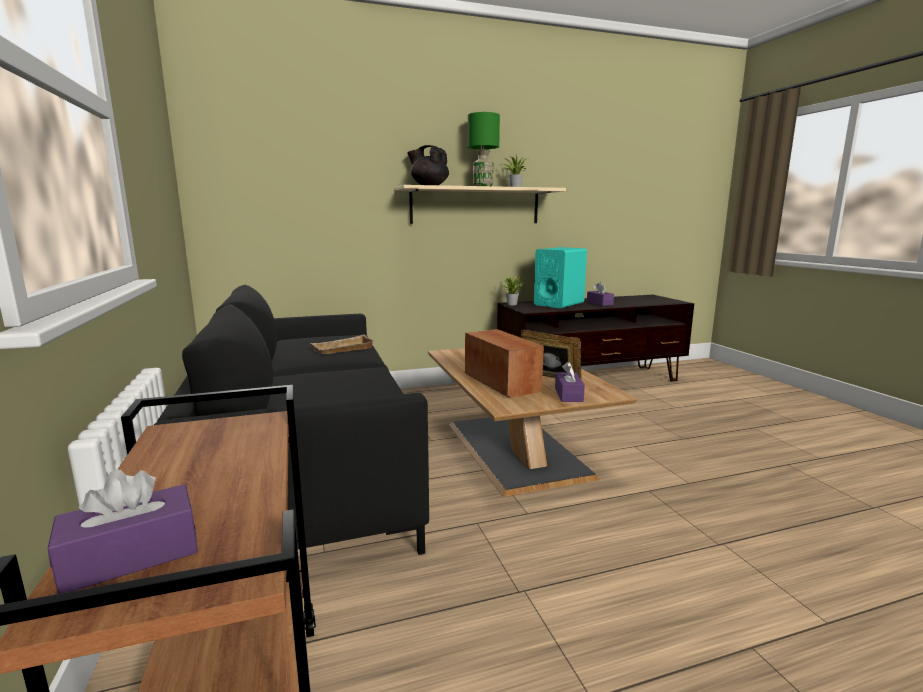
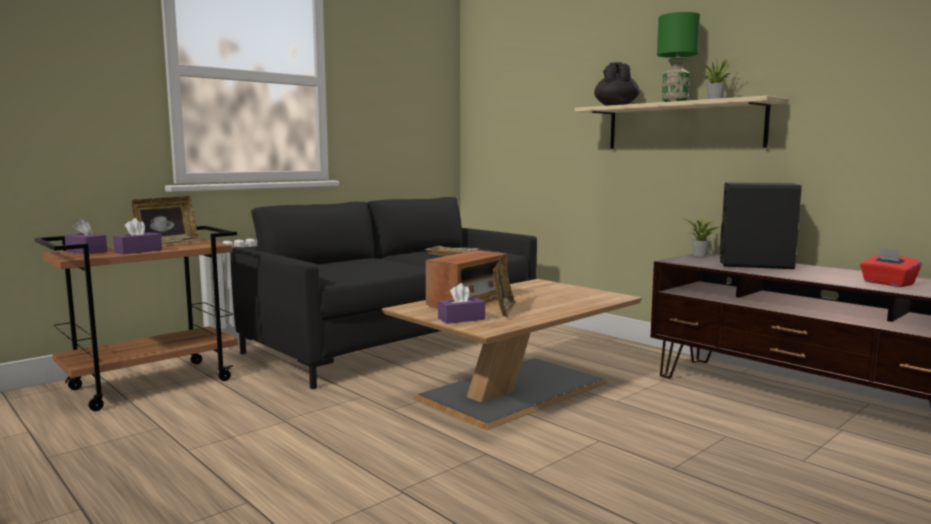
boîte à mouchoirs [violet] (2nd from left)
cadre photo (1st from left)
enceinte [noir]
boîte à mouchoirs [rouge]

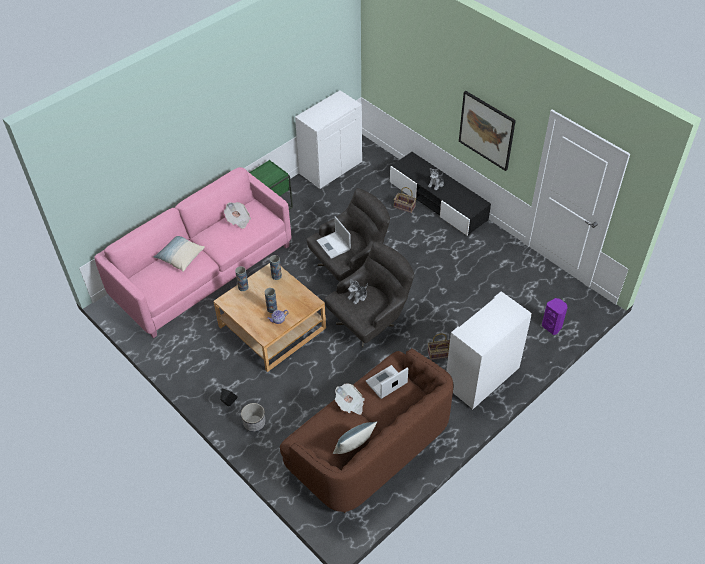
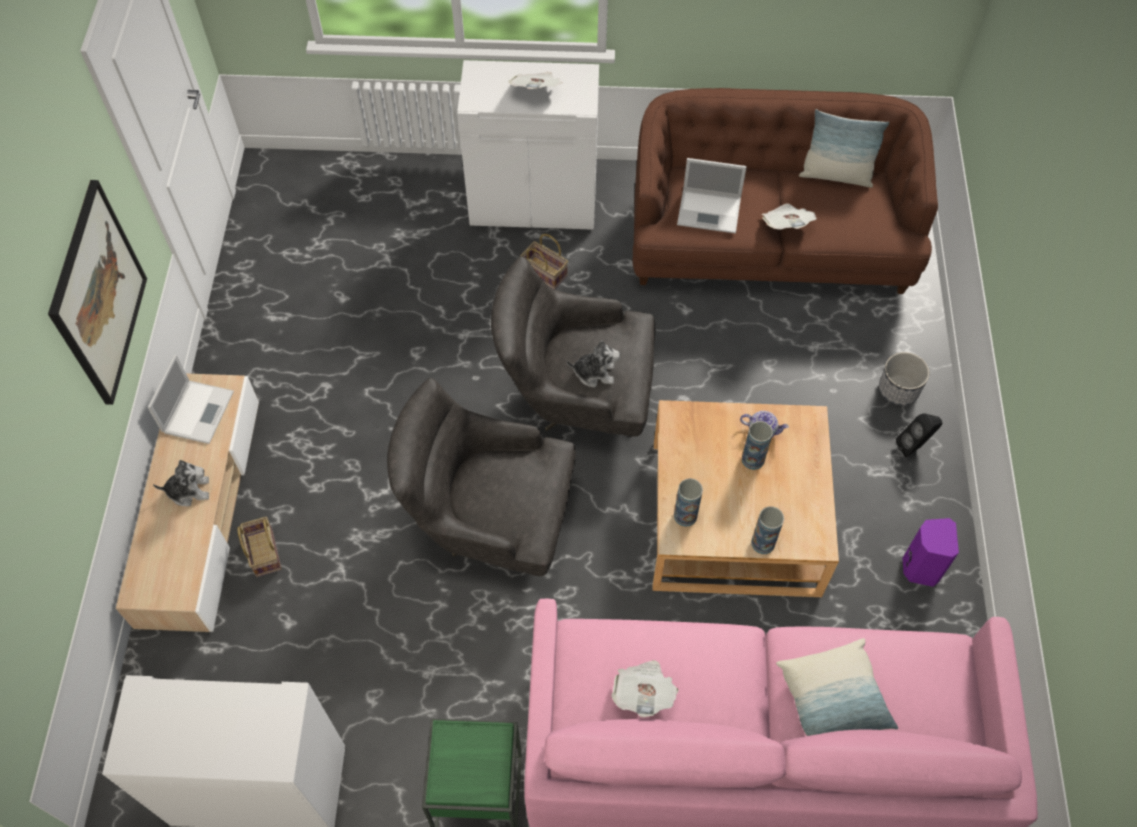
meuble télé [beige]
ordinateur portable (1st from left)
journal (1st from left)
enceinte [violet]

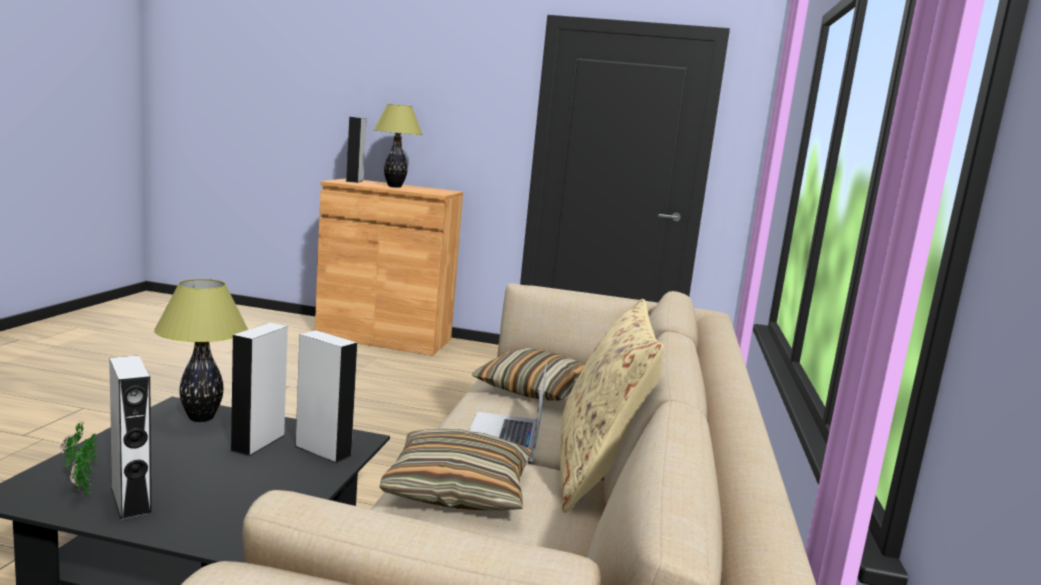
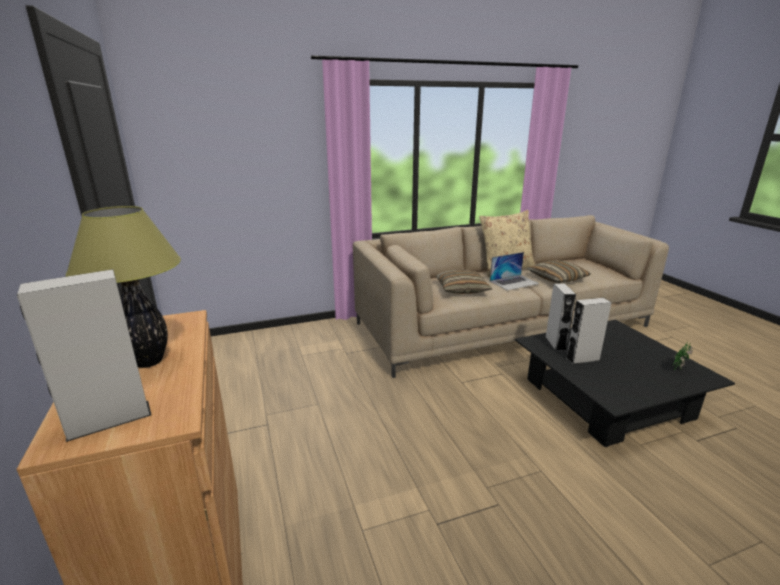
enceinte [gris] (1st from left in the first image)
lampe de table (1st from left in the first image)

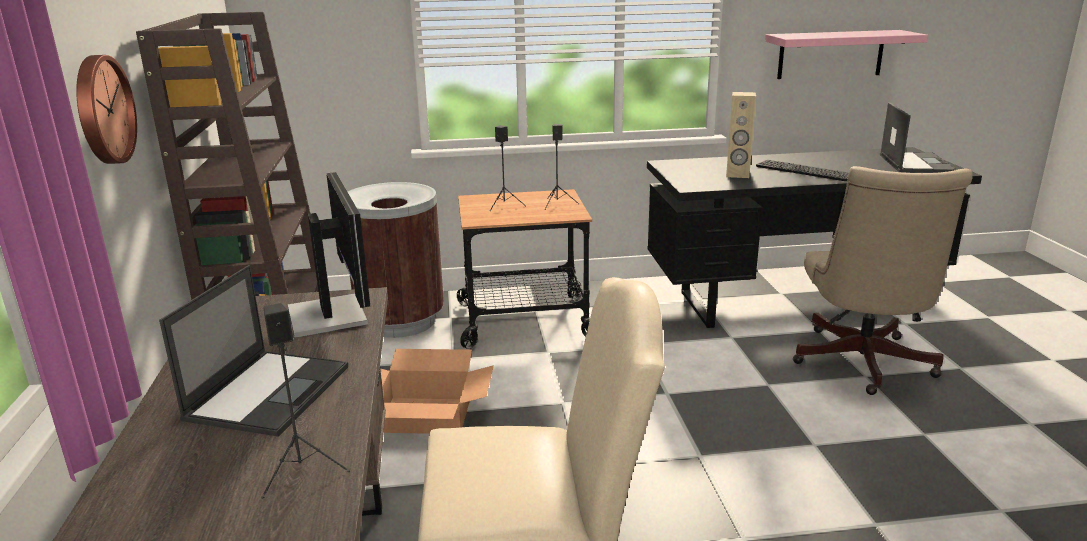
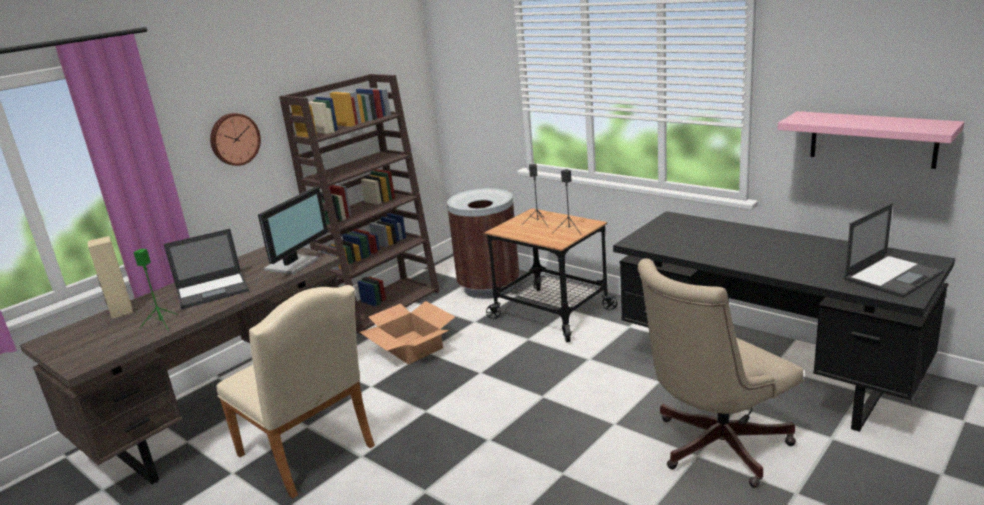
enceinte [beige]
enceinte [vert]
clavier

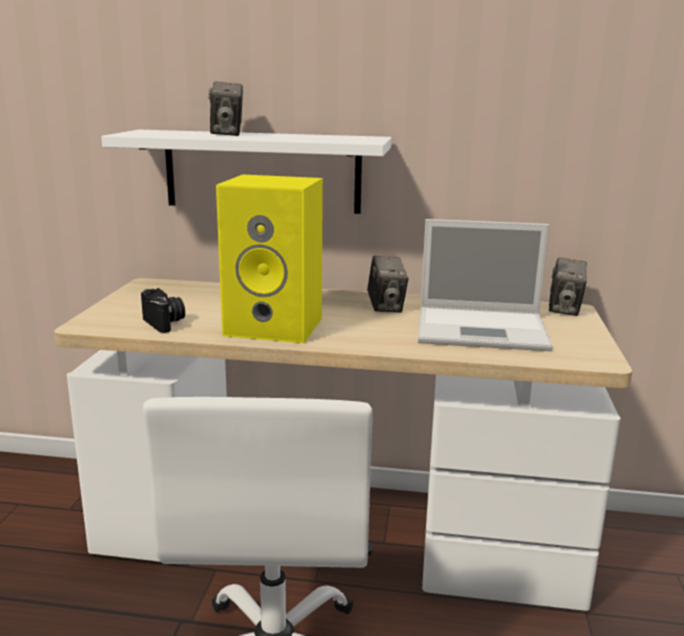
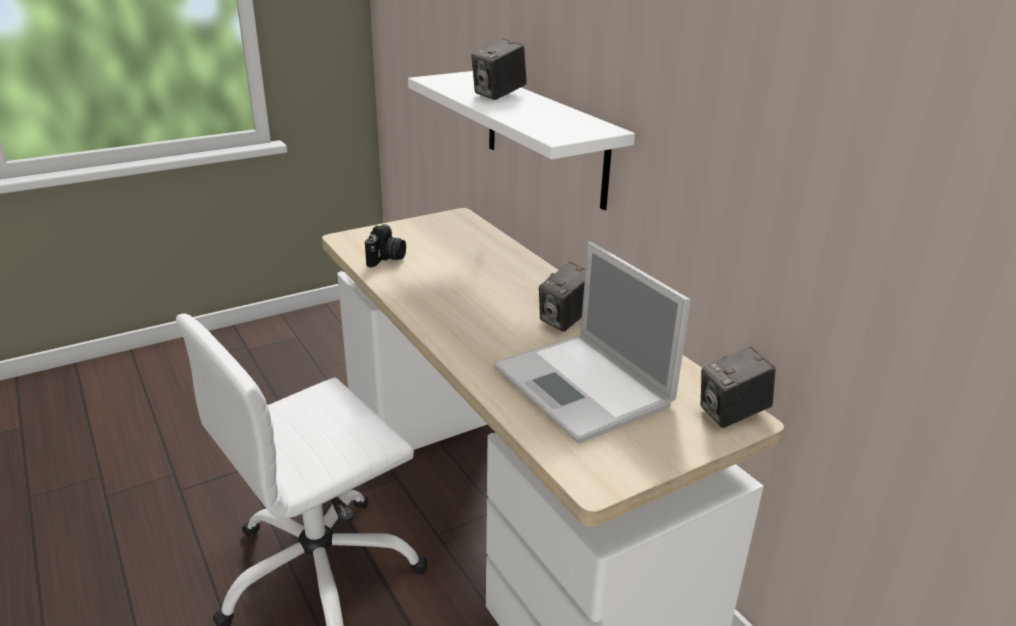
enceinte [jaune]

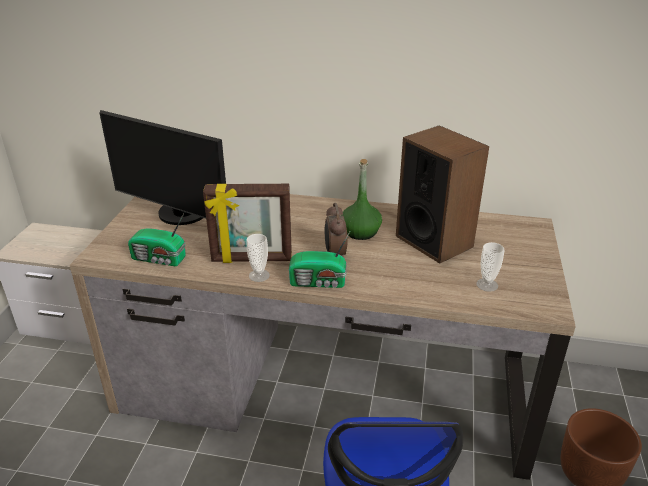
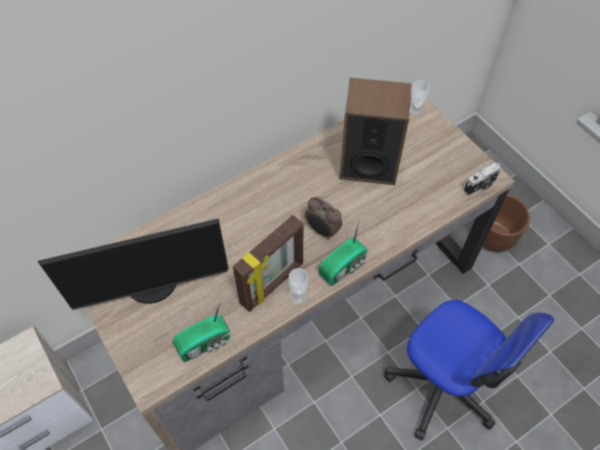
tasse (2nd from left)
appareil photo
bouteille [vert]

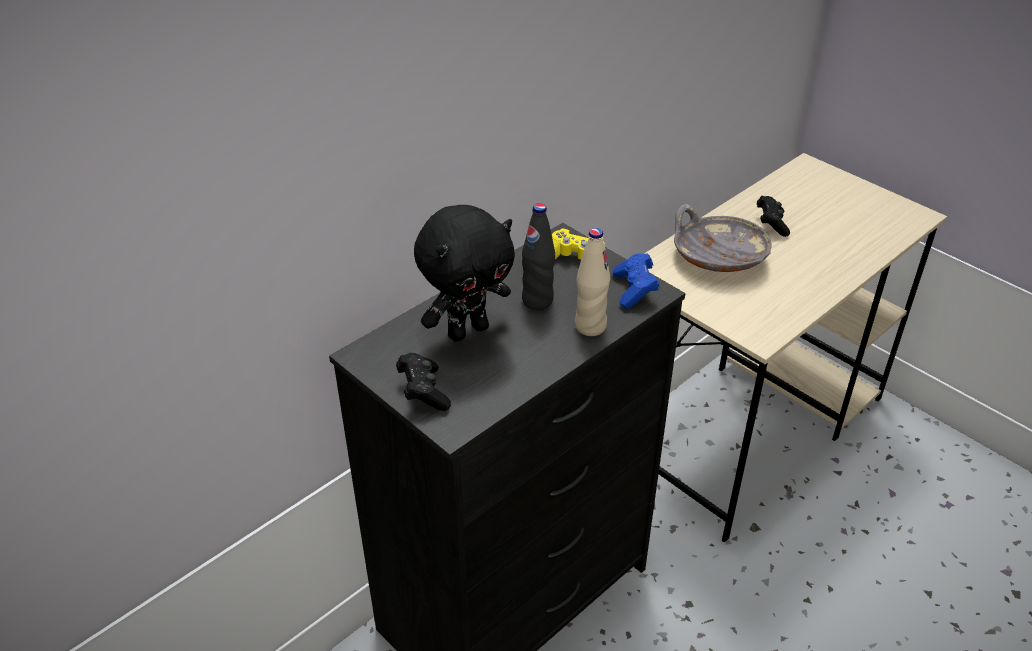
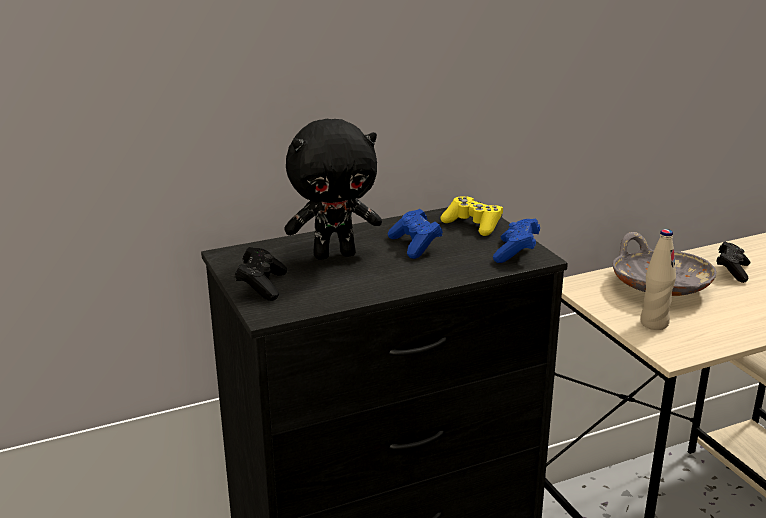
manette [bleu] (1st from left)
bouteille [beige]

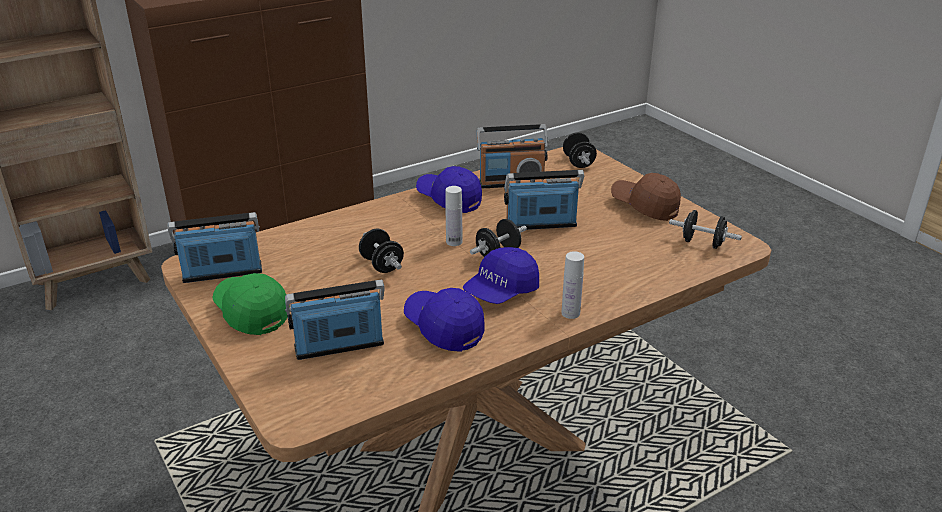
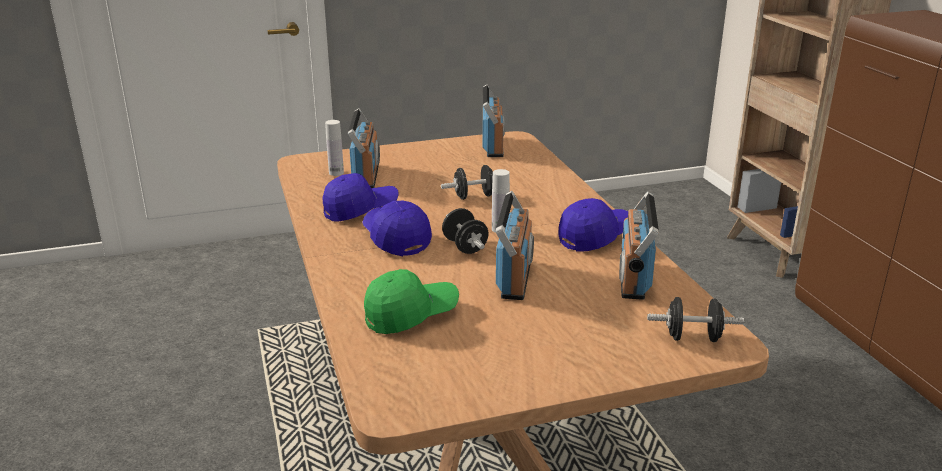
bouteille [blanc] (1st from left)
casquette [vert]
casquette [marron]
haltère [noir] (4th from left in the first image)

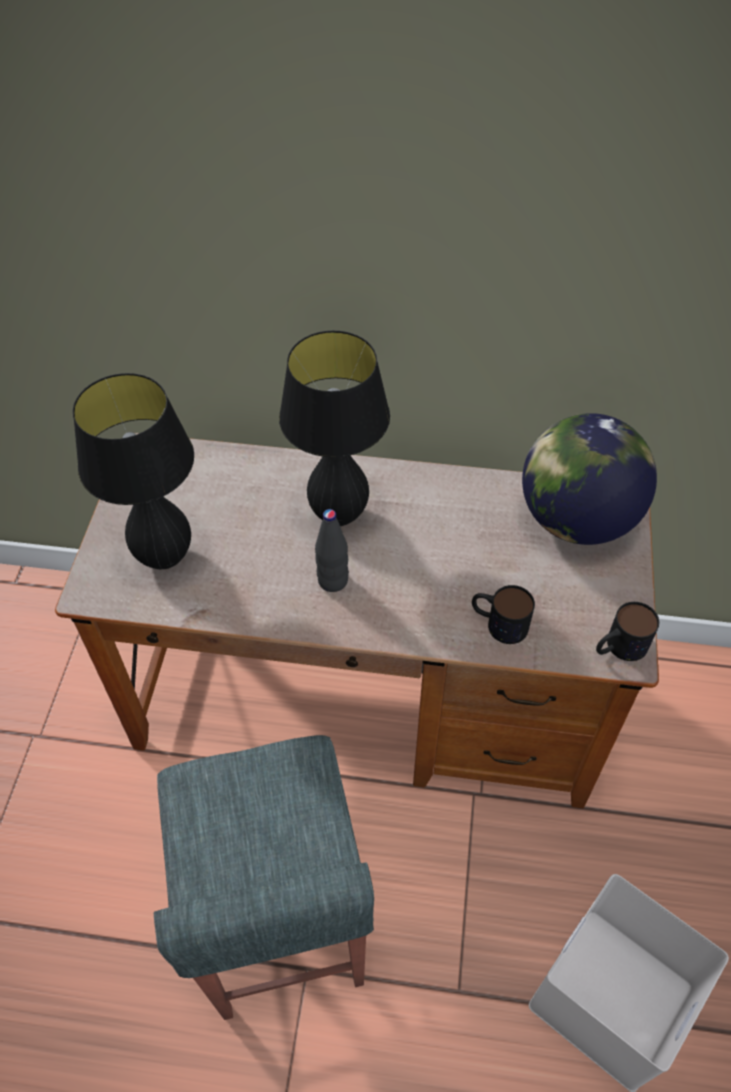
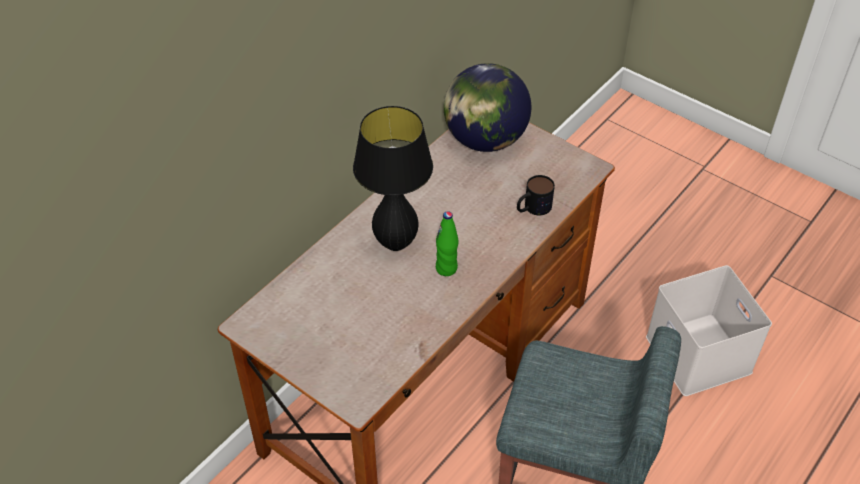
bouteille [vert]
lampe de table [noir] (1st from left in the first image)
mug (2nd from left in the first image)

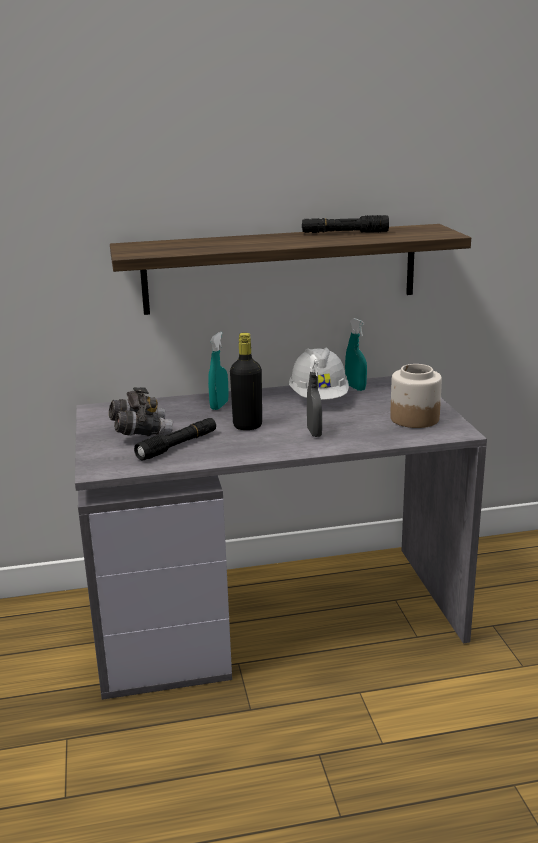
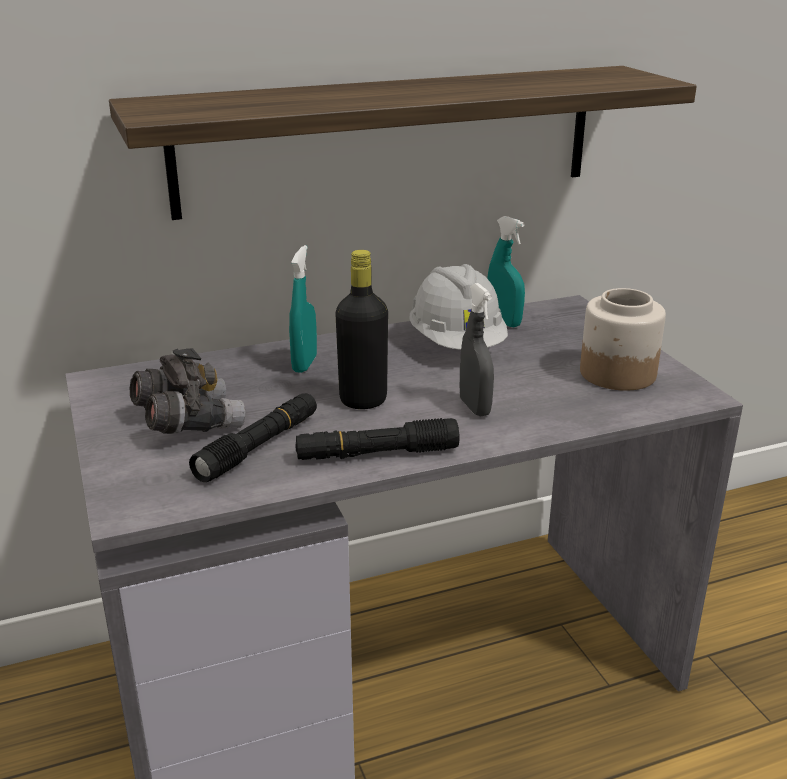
lampe de poche [noir] (2nd from left)

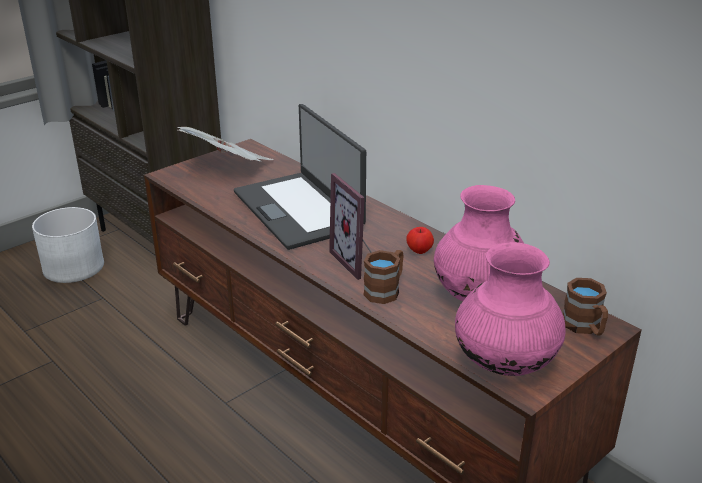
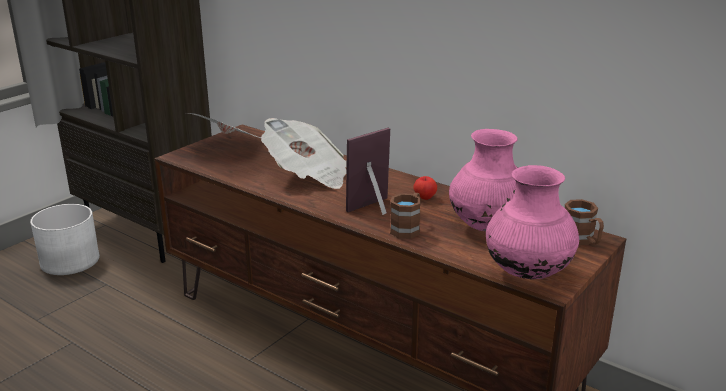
journal (2nd from left)
cadre photo

